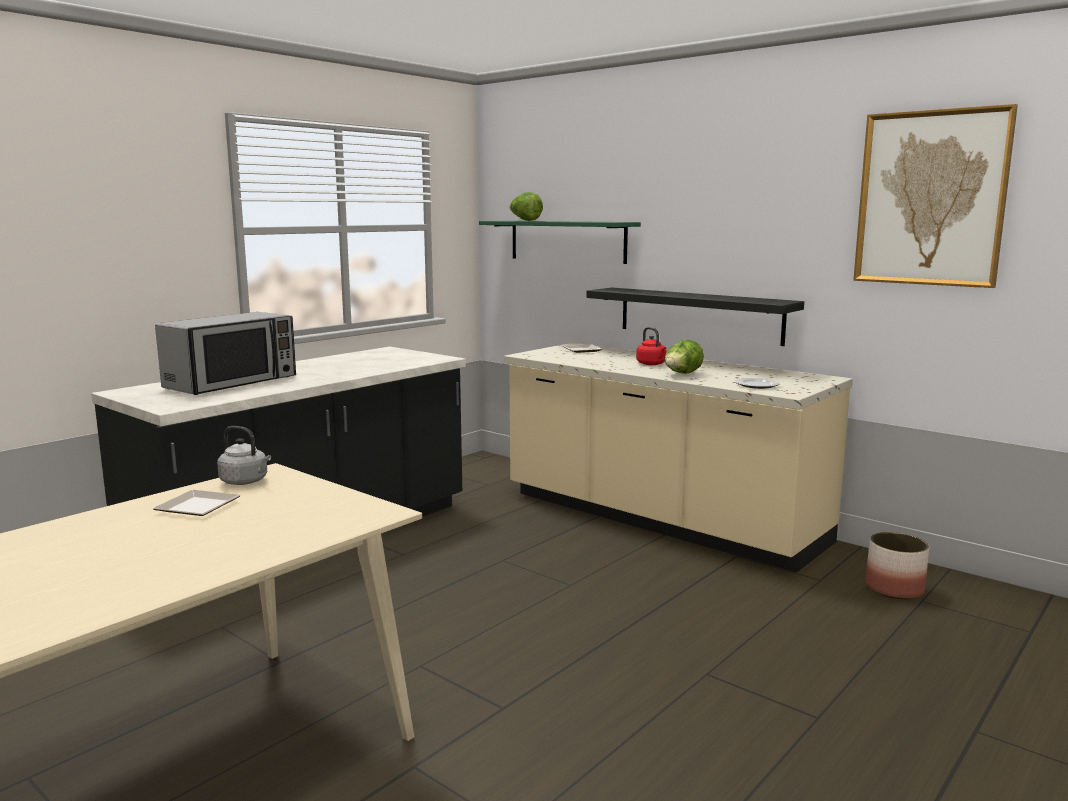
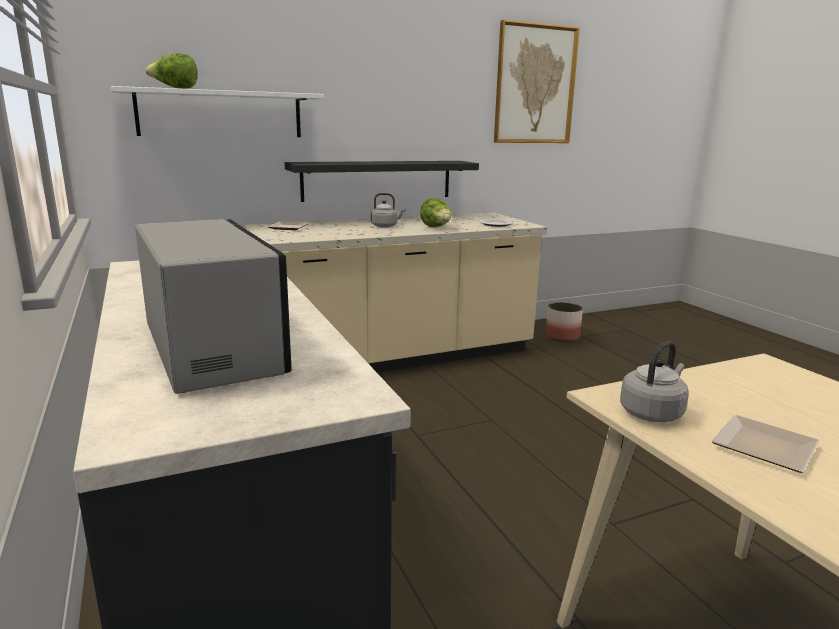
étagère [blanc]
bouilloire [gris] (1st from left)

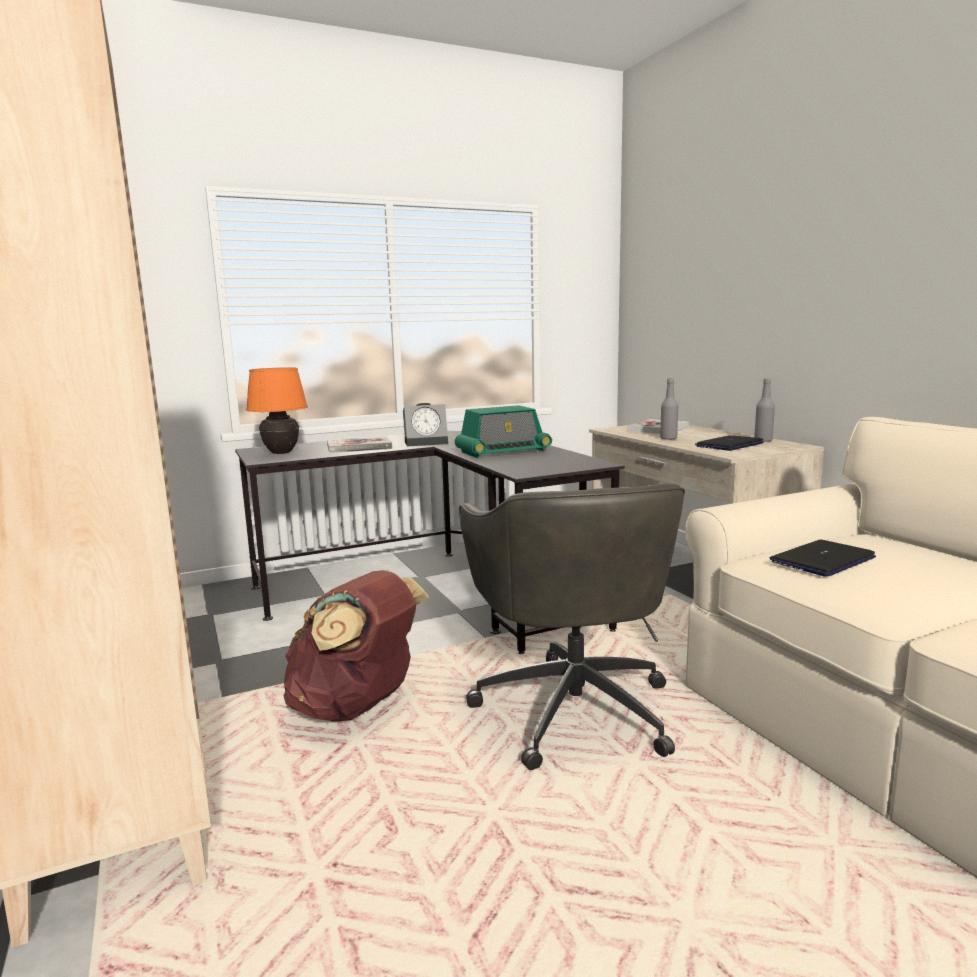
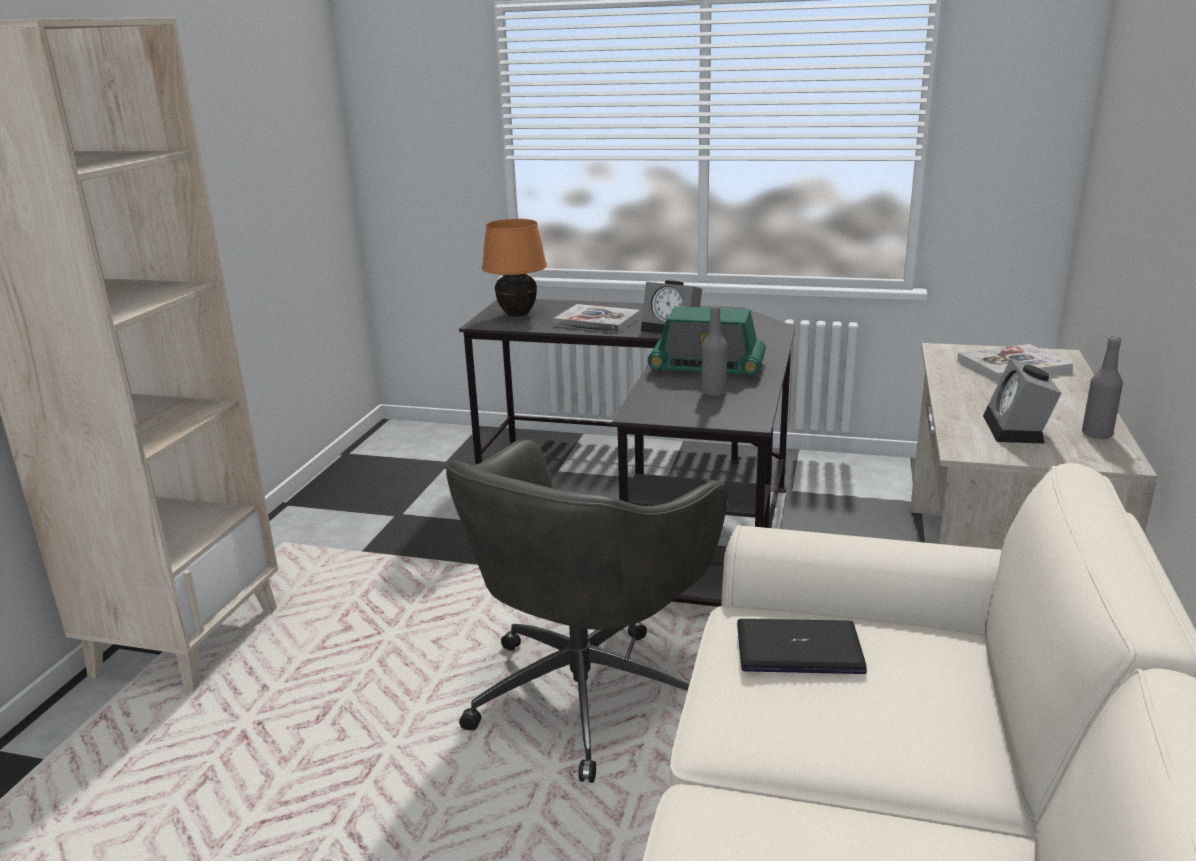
bouteille [gris] (1st from left)
réveil (2nd from left)
sac à dos [marron]

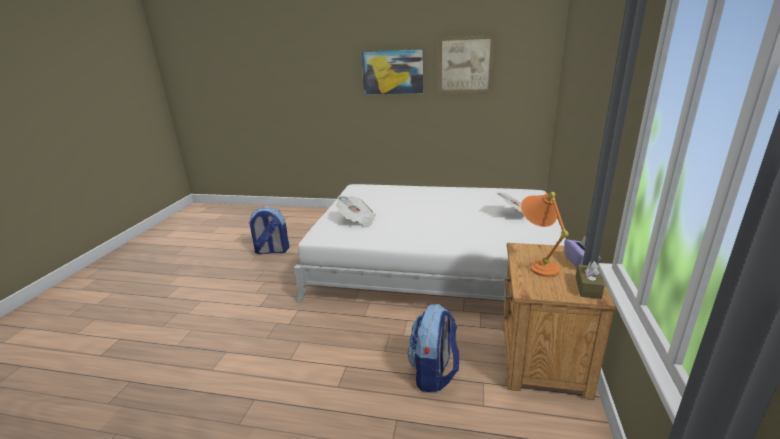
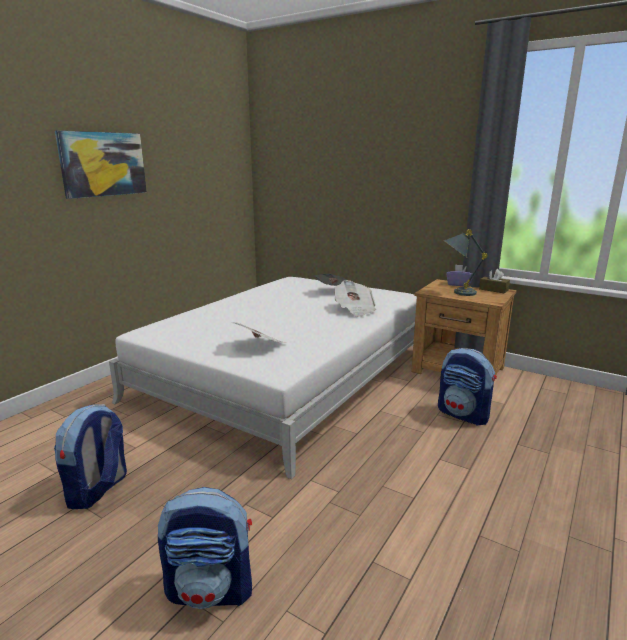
sac à dos (2nd from left)
journal (3rd from left)
lampe de table [gris]
tableau (2nd from left in the first image)

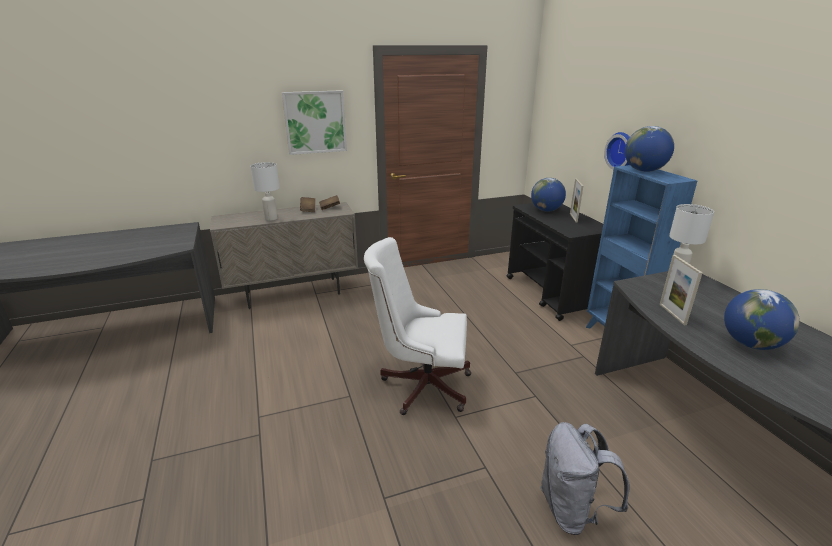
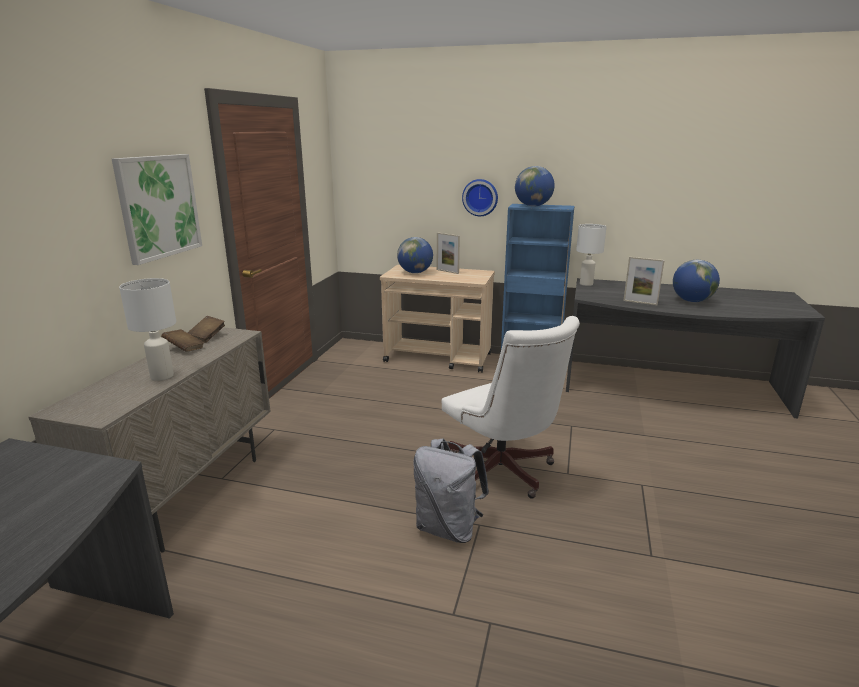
chariot [beige]
sac à dos [gris]
chaise de bureau [blanc]

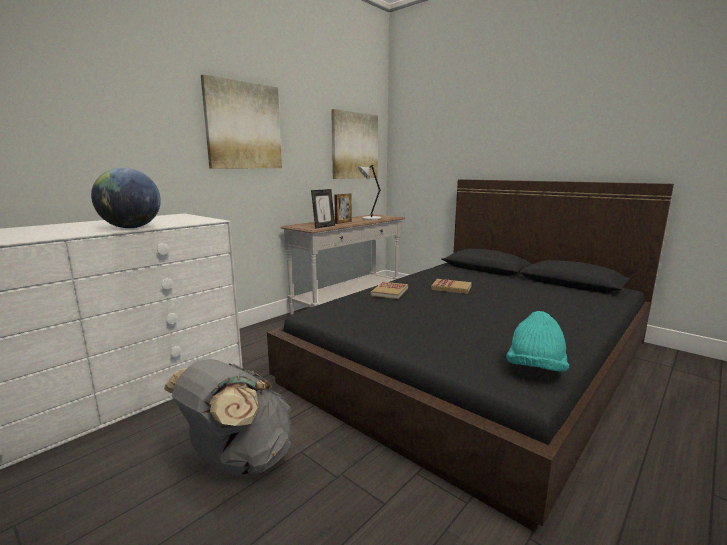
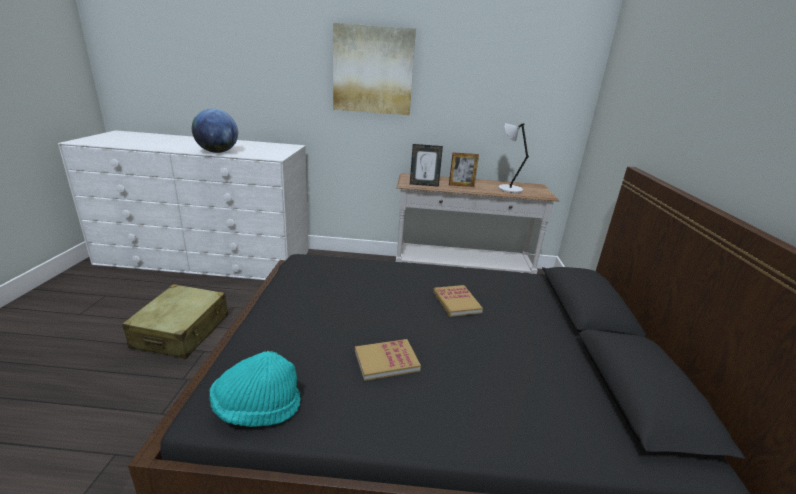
valise [beige]
livre (1st from left)
tableau (2nd from left in the first image)

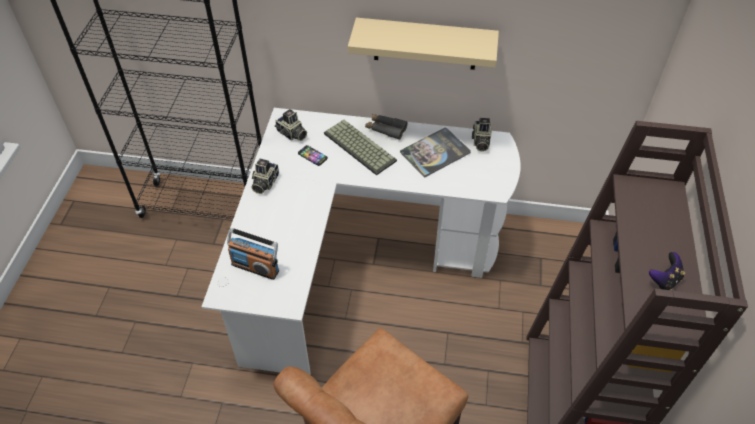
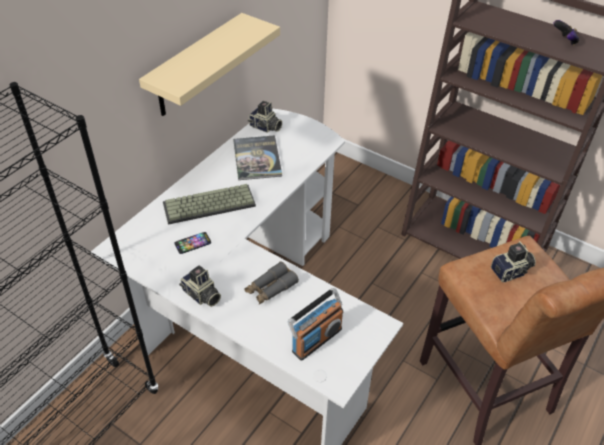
jumelles [gris]
appareil photo (3rd from left)

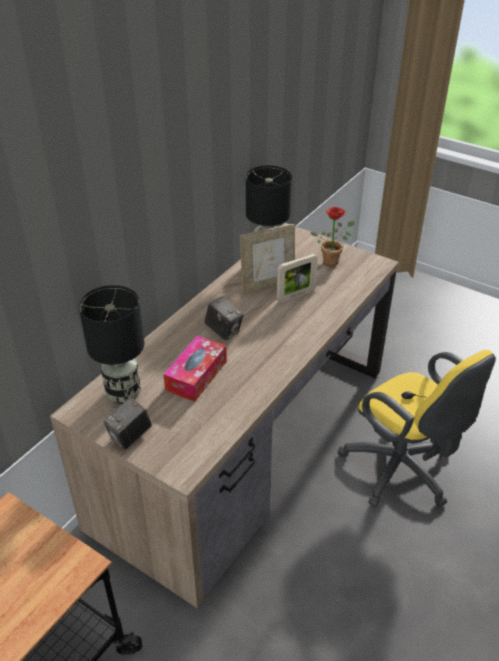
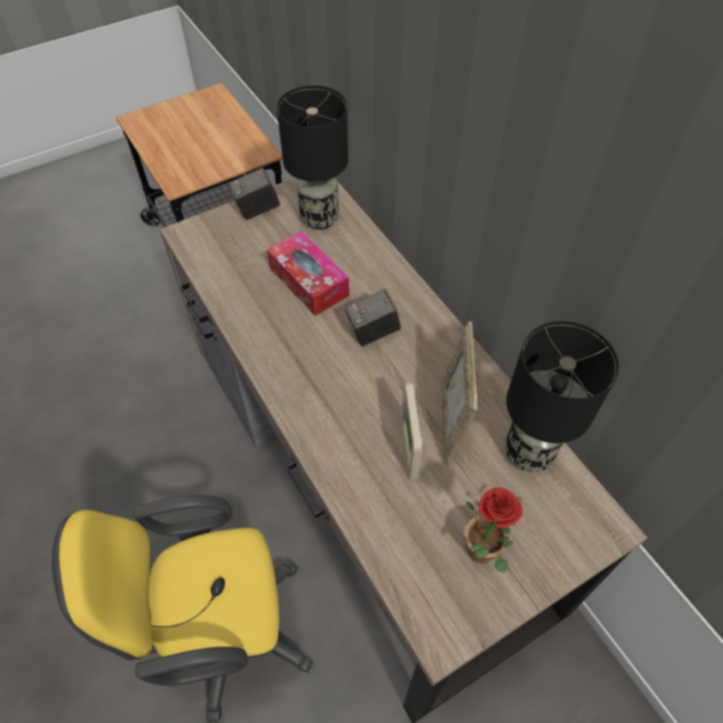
appareil photo (1st from left)

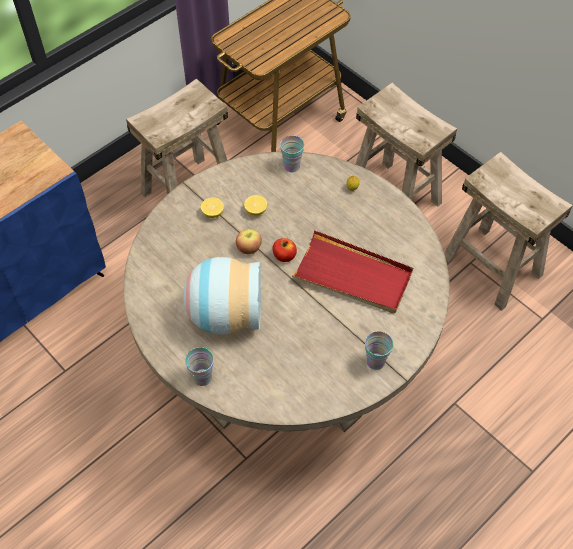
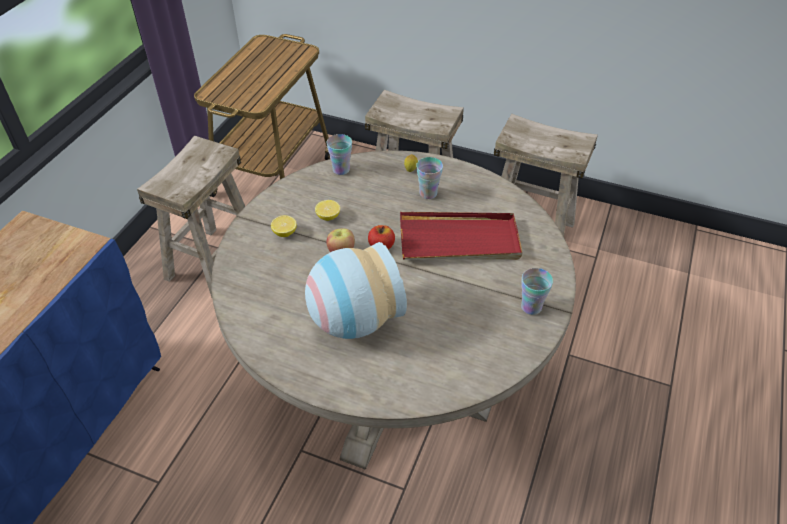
tasse (2nd from left)

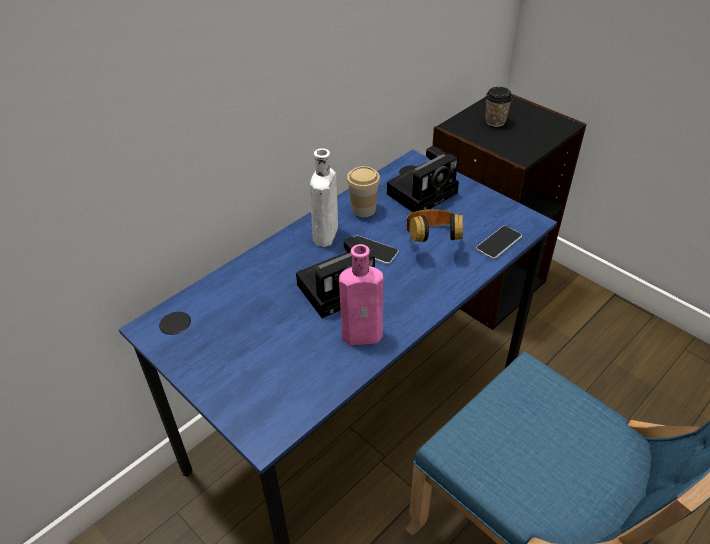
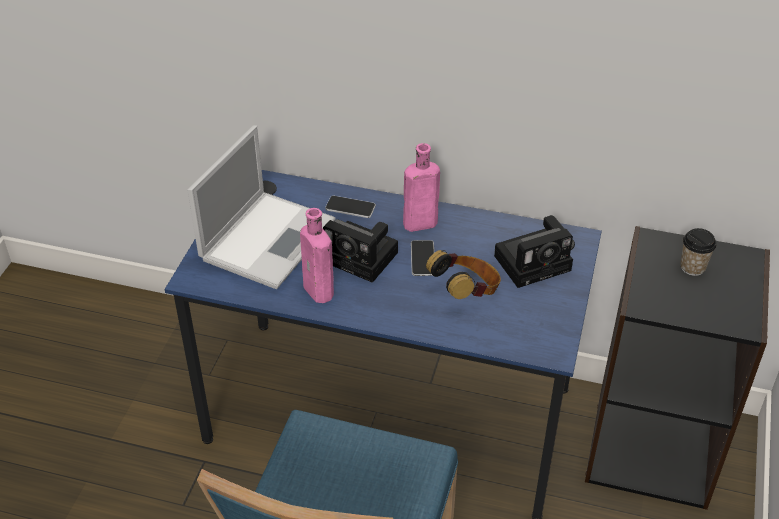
ordinateur portable
téléphone (1st from left)
bouteille [rose] (2nd from left)
appareil photo (2nd from left)
tasse (1st from left in the first image)

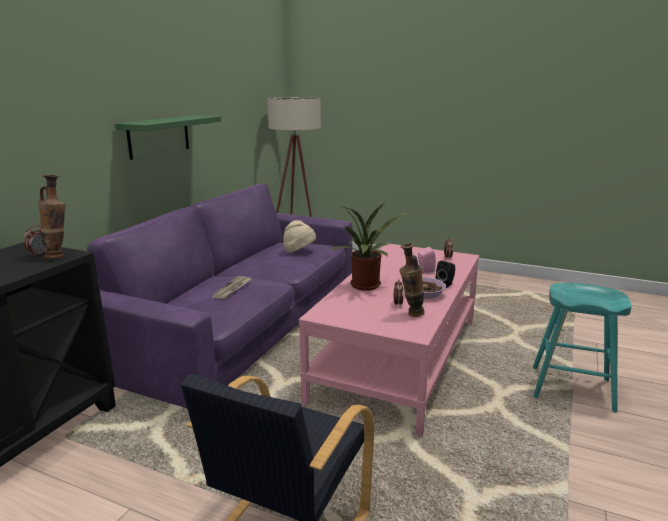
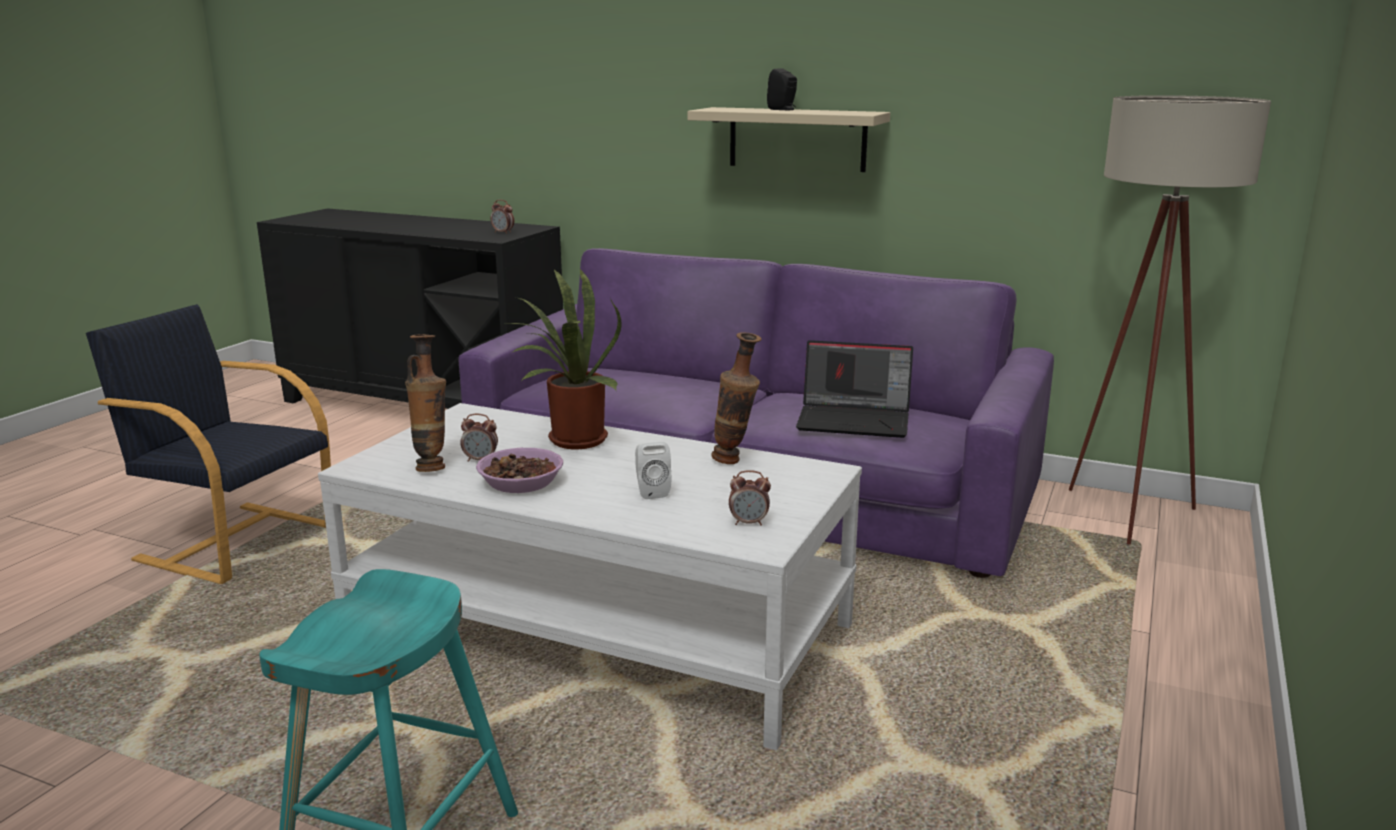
table basse [blanc]
enceinte [blanc]
étagère [beige]
vase (2nd from left)
enceinte [noir]
ordinateur portable
journal

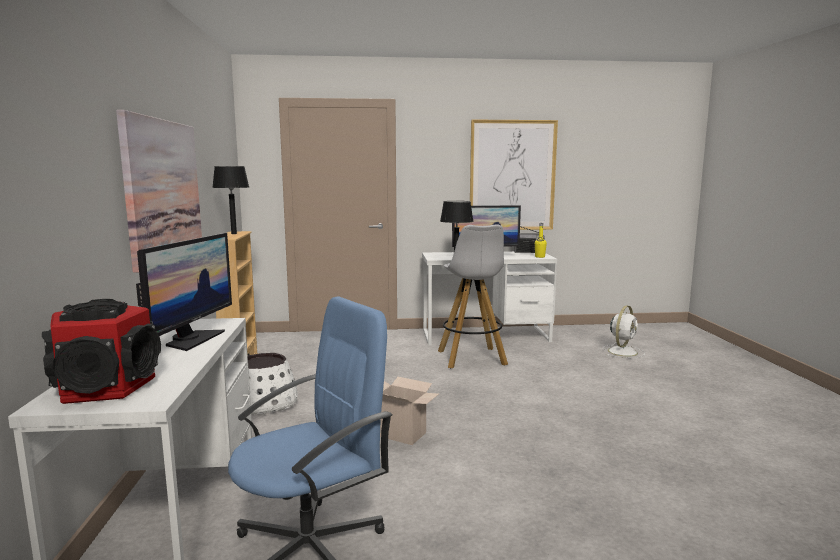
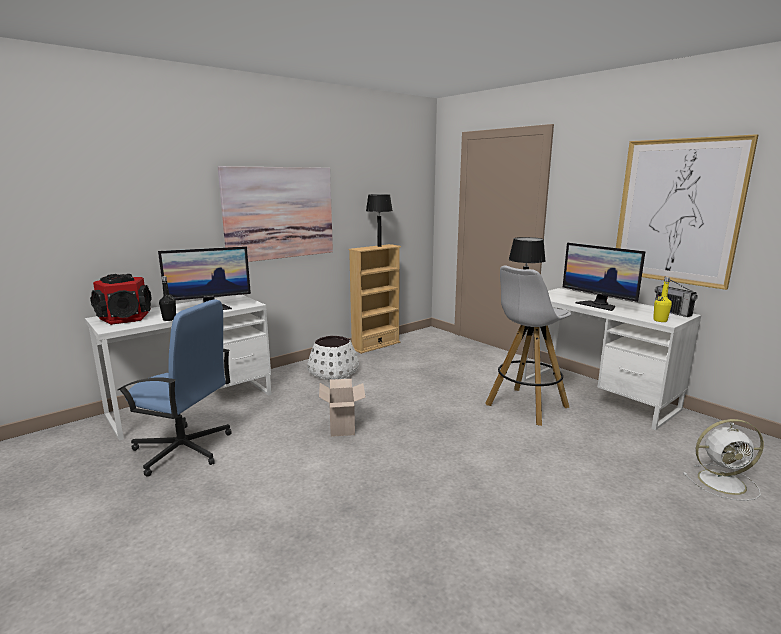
bouteille [noir]

